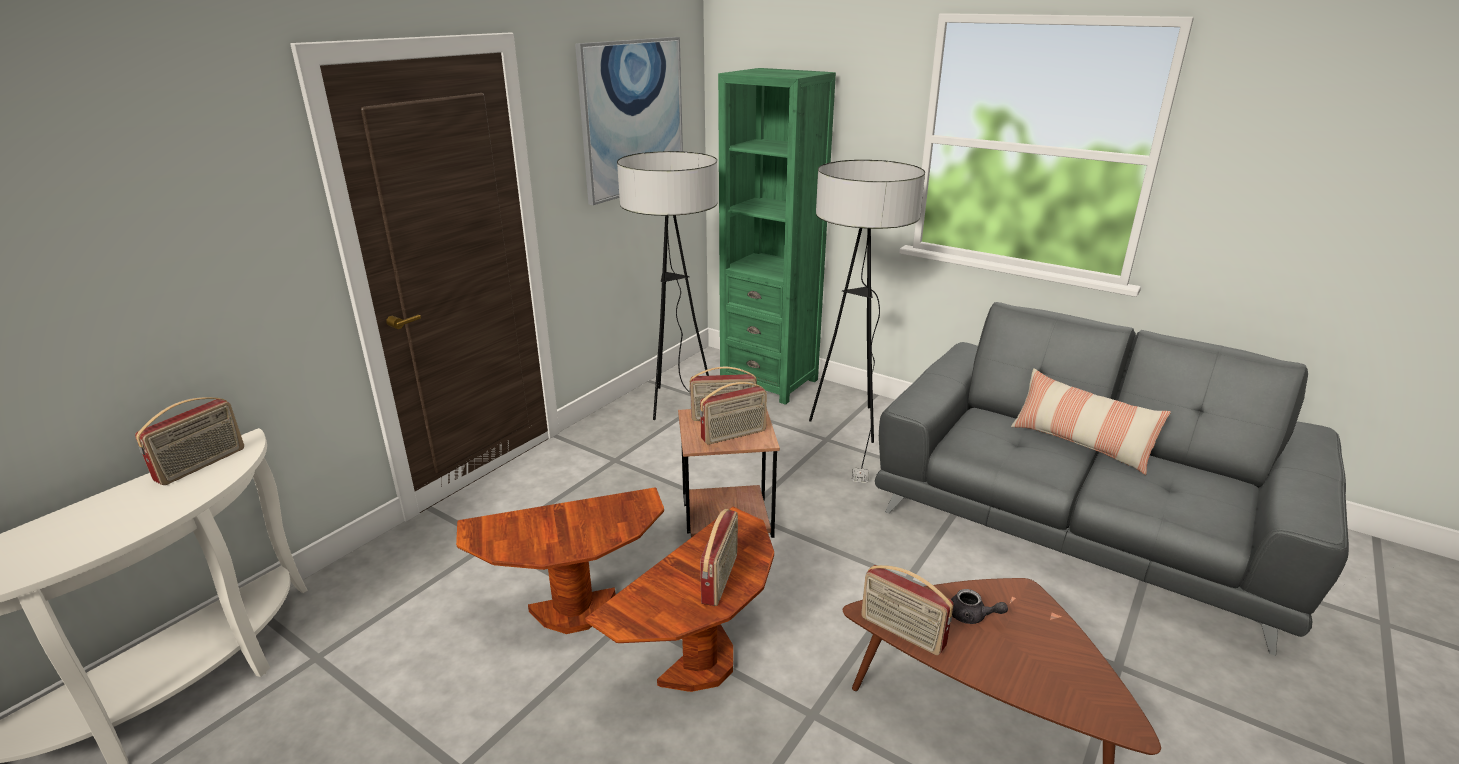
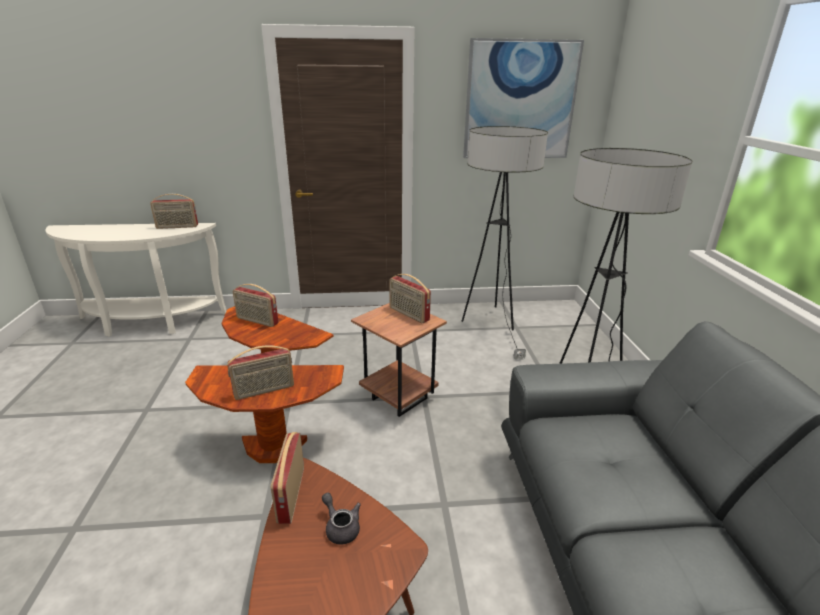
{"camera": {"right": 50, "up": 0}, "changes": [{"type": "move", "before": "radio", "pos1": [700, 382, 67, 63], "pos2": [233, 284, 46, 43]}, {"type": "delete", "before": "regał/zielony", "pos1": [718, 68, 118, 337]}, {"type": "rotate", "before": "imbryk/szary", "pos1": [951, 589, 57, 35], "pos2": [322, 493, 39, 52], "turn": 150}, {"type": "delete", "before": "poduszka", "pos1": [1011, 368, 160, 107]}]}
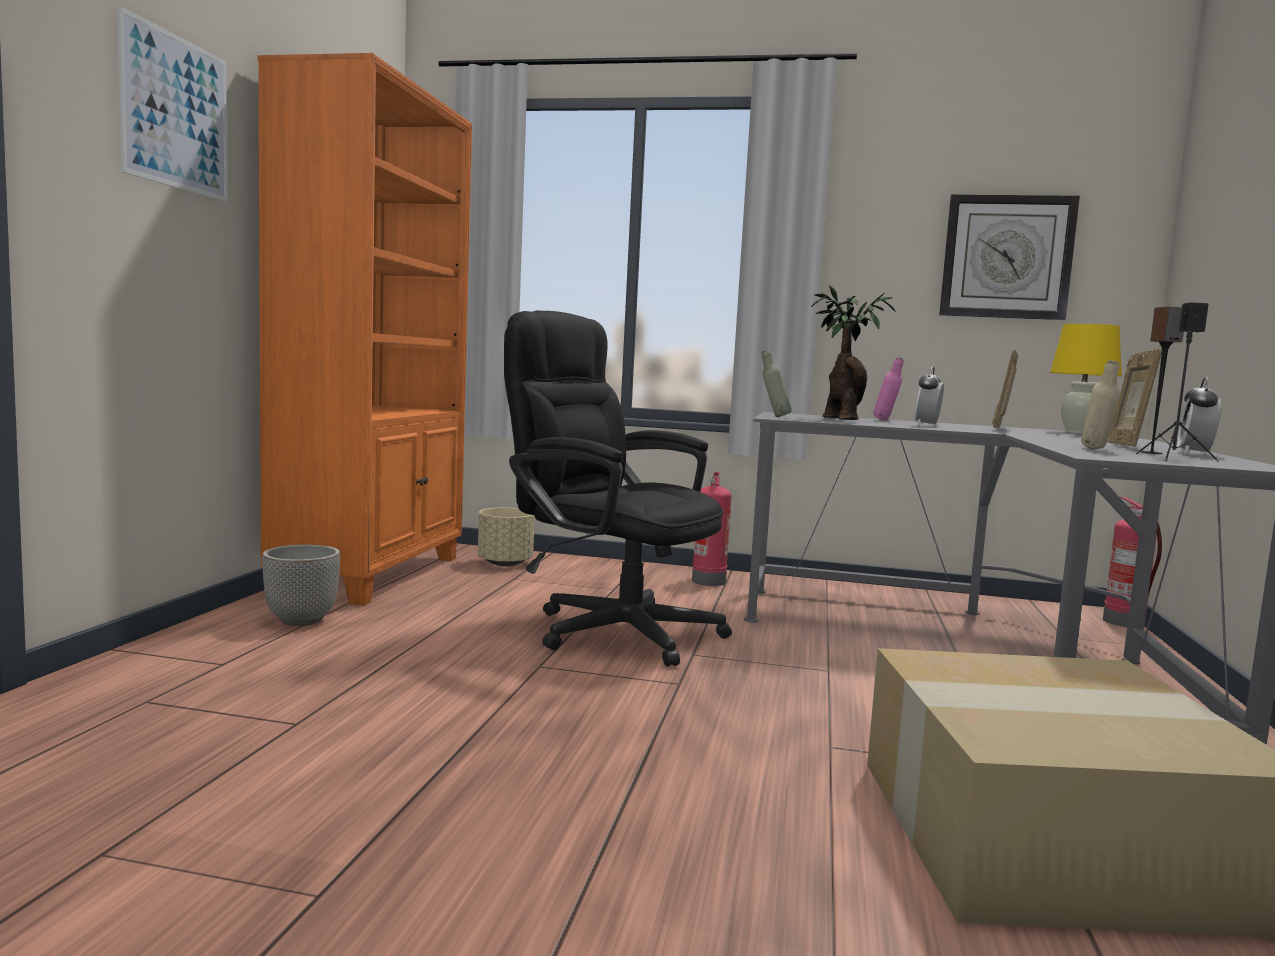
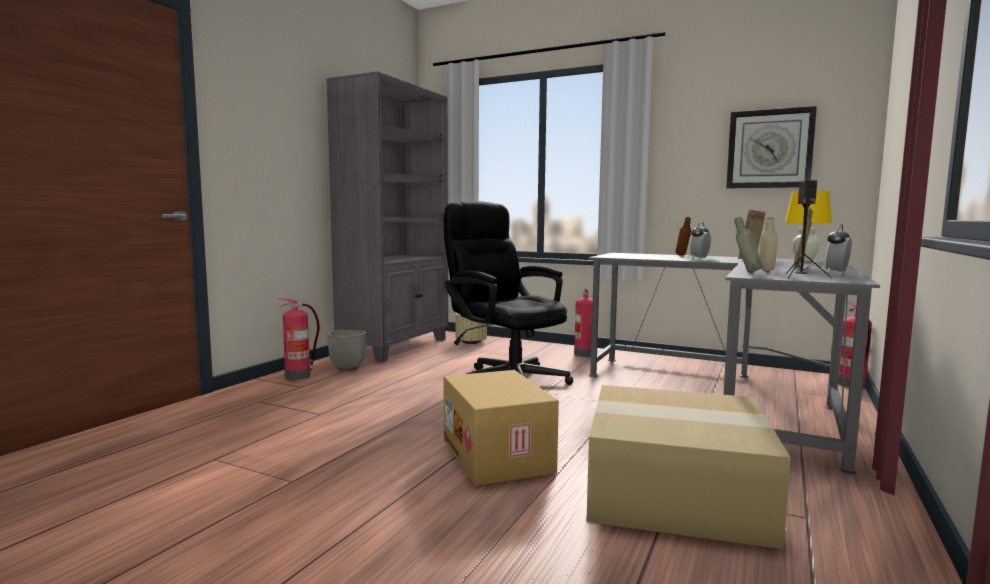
{"camera": {"right": 15, "up": 0}, "changes": [{"type": "delete", "before": "obraz", "pos1": [117, 5, 111, 197]}, {"type": "recolor", "before": "regał/pomarańczowy", "after": "regał/szary", "pos1": [258, 53, 214, 553], "pos2": [326, 71, 122, 291]}, {"type": "move", "before": "butelka/szary", "pos1": [761, 350, 31, 67], "pos2": [734, 217, 28, 56]}, {"type": "delete", "before": "roślina doniczkowa", "pos1": [811, 285, 85, 135]}, {"type": "recolor", "before": "butelka/różowy", "after": "butelka/brązowy", "pos1": [874, 357, 30, 63], "pos2": [676, 217, 15, 39]}, {"type": "insert", "after": "gaśnica", "pos2": [279, 298, 40, 82]}, {"type": "insert", "after": "karton", "pos2": [444, 370, 115, 116]}]}
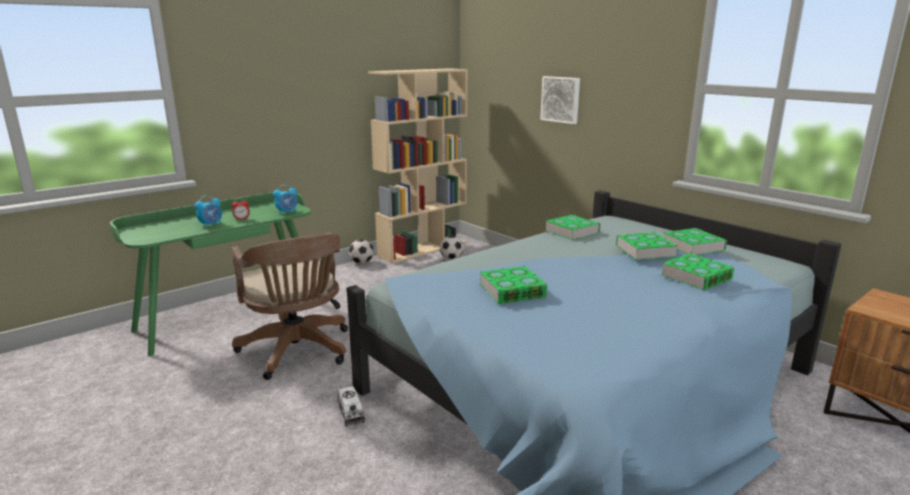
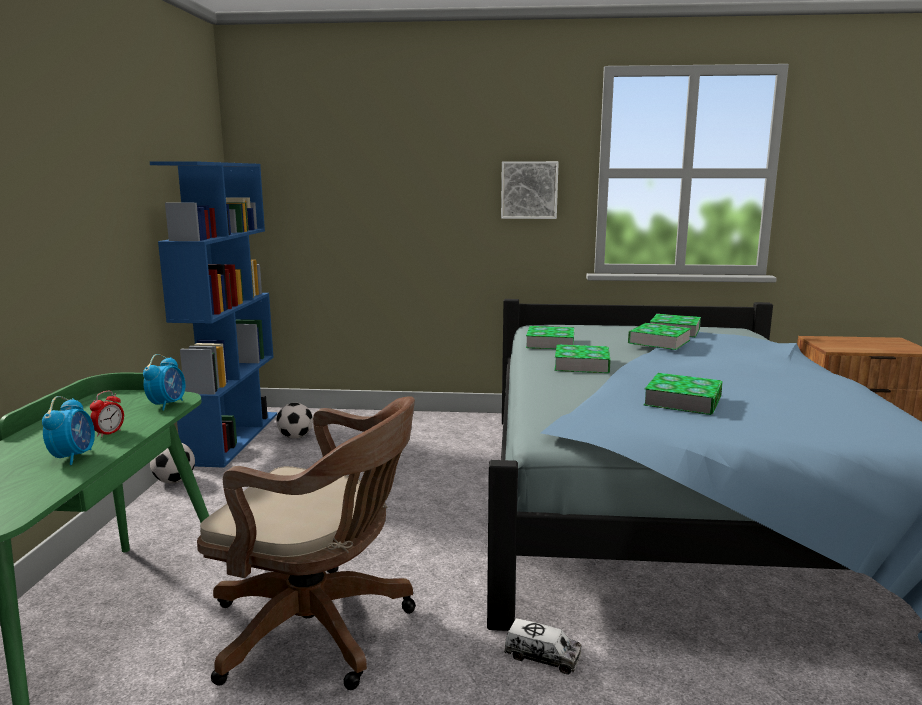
{"camera": {"right": -45, "up": -5}, "changes": [{"type": "recolor", "before": "regał/beżowy", "after": "regał/niebieski", "pos1": [368, 68, 100, 196], "pos2": [150, 161, 127, 307]}, {"type": "move", "before": "obraz", "pos1": [540, 76, 40, 48], "pos2": [501, 161, 58, 58]}, {"type": "move", "before": "książka", "pos1": [661, 253, 74, 37], "pos2": [554, 344, 57, 29]}]}
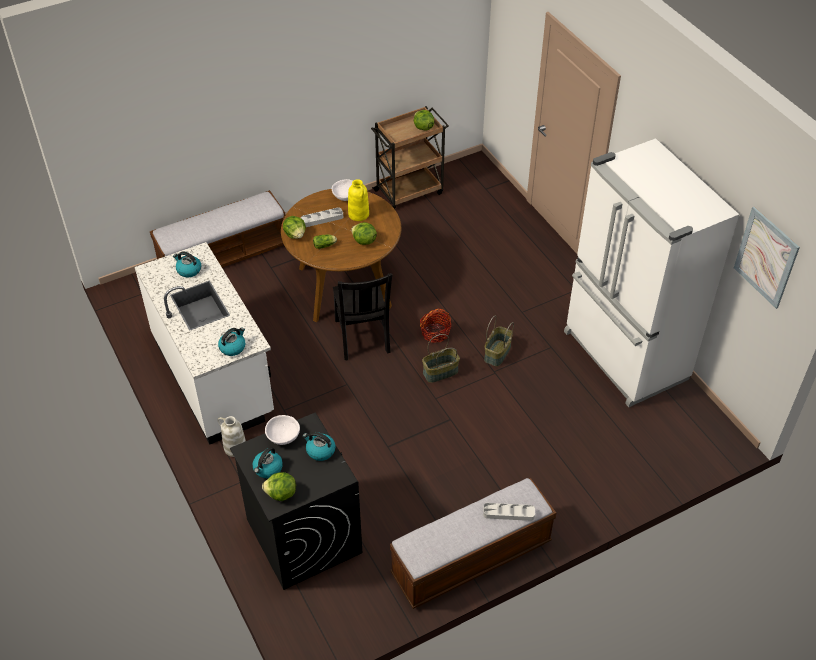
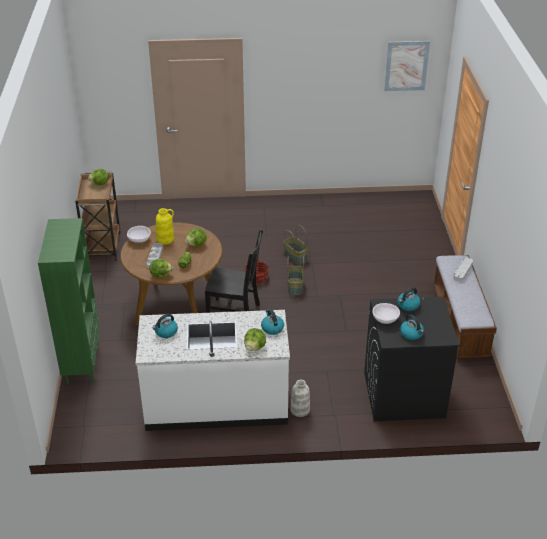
{"camera": {"right": -65, "up": -10}, "changes": [{"type": "replace", "before": "ławka", "after": "regał/zielony", "pos1": [150, 190, 135, 78], "pos2": [38, 218, 62, 166]}, {"type": "move", "before": "sałata", "pos1": [262, 472, 34, 29], "pos2": [244, 328, 22, 23]}, {"type": "delete", "before": "lodówka/biały", "pos1": [564, 138, 175, 269]}]}
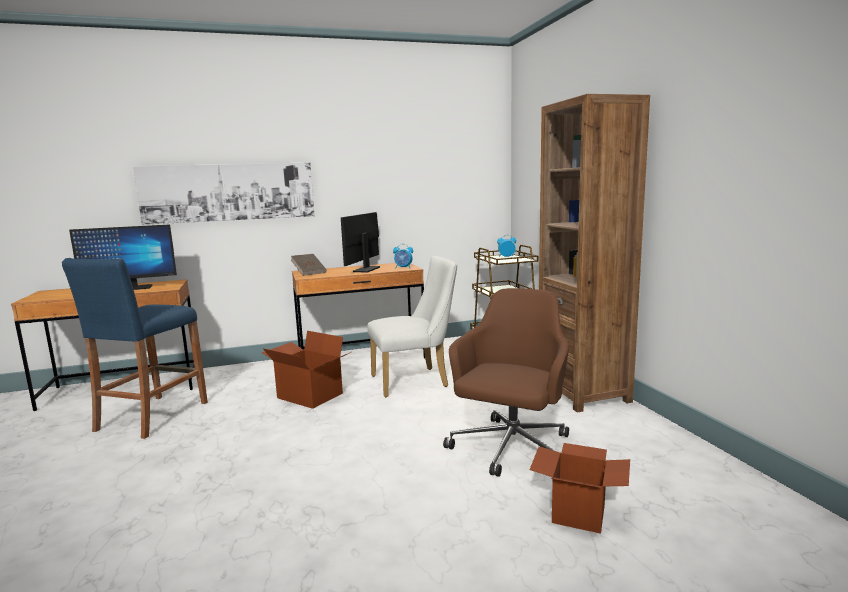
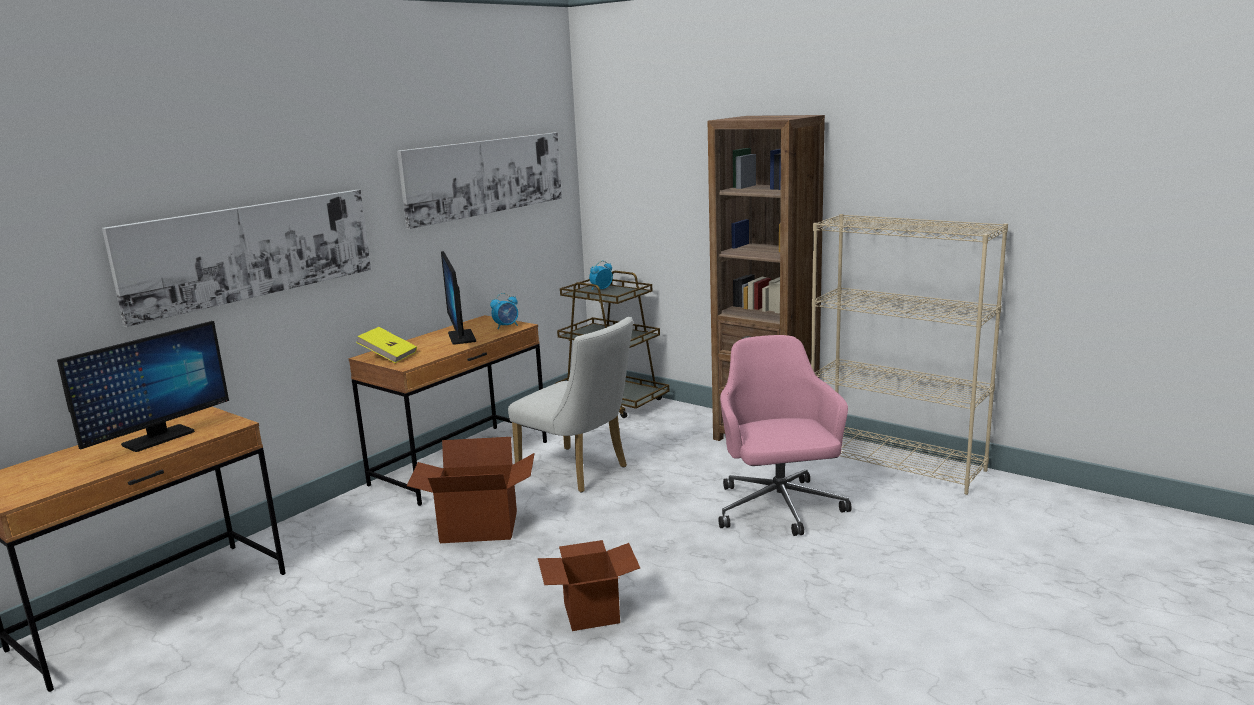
{"camera": {"right": -35, "up": 5}, "changes": [{"type": "delete", "before": "stołek/niebieski", "pos1": [62, 258, 146, 181]}, {"type": "recolor", "before": "książka/brązowy", "after": "książka/żółty", "pos1": [291, 254, 35, 22], "pos2": [356, 327, 61, 36]}, {"type": "rotate", "before": "krzesło/biały", "pos1": [367, 256, 90, 141], "pos2": [508, 317, 125, 176], "turn": 90}, {"type": "recolor", "before": "krzesło biurowe/brązowy", "after": "krzesło biurowe/różowy", "pos1": [443, 288, 126, 189], "pos2": [719, 335, 133, 201]}, {"type": "move", "before": "karton", "pos1": [530, 443, 100, 91], "pos2": [538, 540, 102, 91]}, {"type": "insert", "after": "obraz", "pos2": [397, 133, 165, 96]}, {"type": "insert", "after": "regał/beżowy", "pos2": [811, 214, 197, 281]}]}
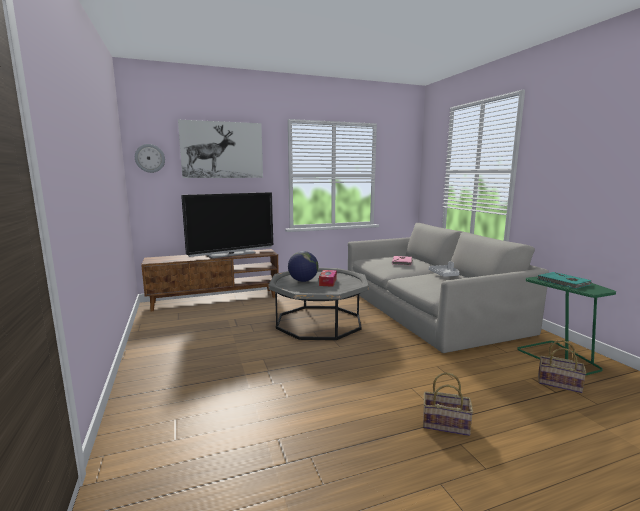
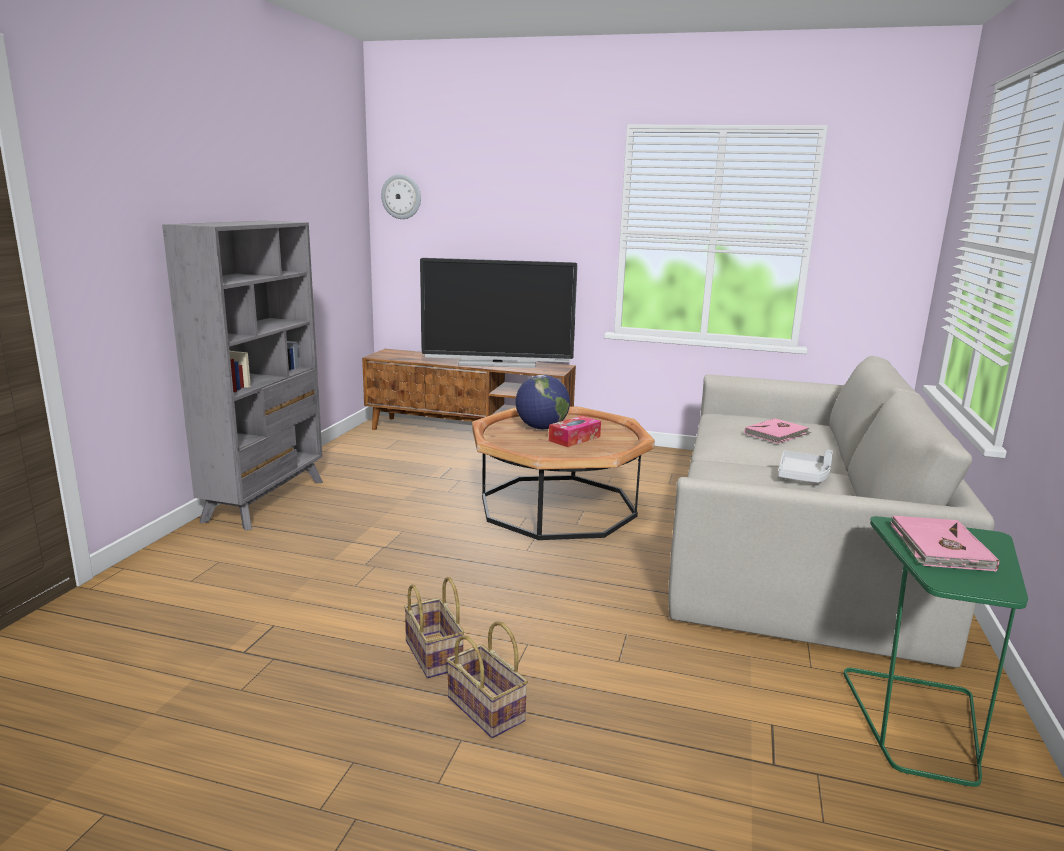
{"camera": {"right": 35, "up": 5}, "changes": [{"type": "delete", "before": "obraz", "pos1": [178, 120, 85, 58]}, {"type": "recolor", "before": "ława/szary", "after": "ława/brązowy", "pos1": [268, 268, 101, 72], "pos2": [472, 406, 183, 134]}, {"type": "recolor", "before": "książka/turkusowy", "after": "książka/różowy", "pos1": [538, 272, 53, 17], "pos2": [891, 516, 108, 56]}, {"type": "move", "before": "koszyk", "pos1": [538, 340, 48, 53], "pos2": [404, 577, 61, 101]}, {"type": "insert", "after": "regał/szary", "pos2": [162, 221, 161, 310]}]}
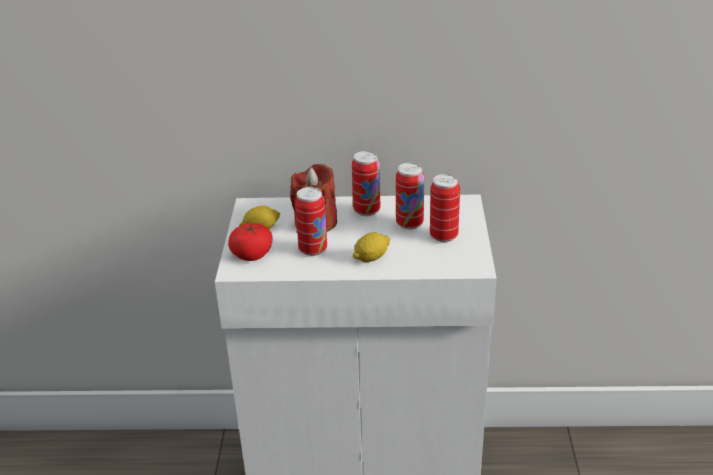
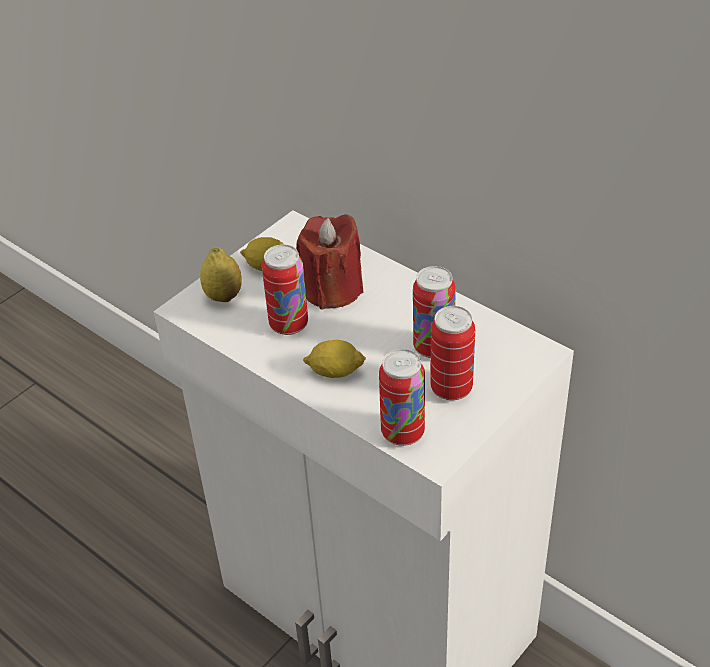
{"camera": {"right": 40, "up": 10}, "changes": [{"type": "replace", "before": "pomidor", "after": "cytryna", "pos1": [228, 223, 45, 38], "pos2": [200, 247, 42, 55]}, {"type": "move", "before": "puszka", "pos1": [352, 151, 28, 65], "pos2": [379, 349, 46, 97]}]}
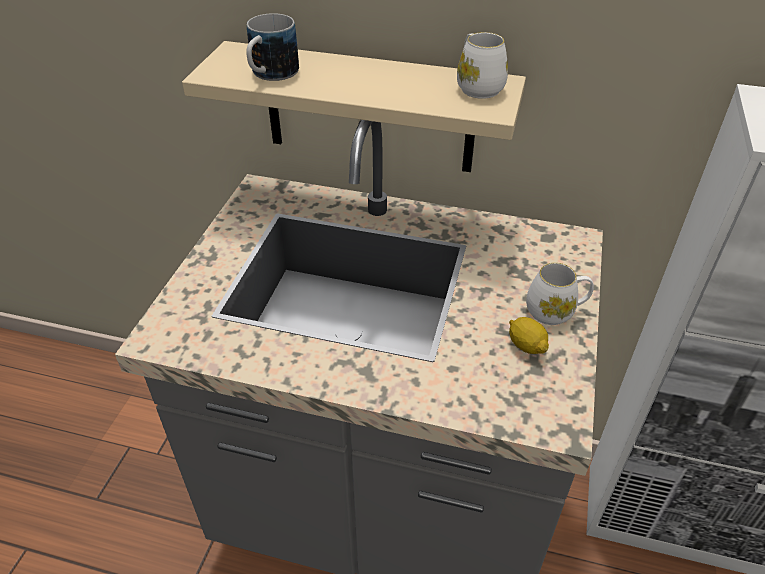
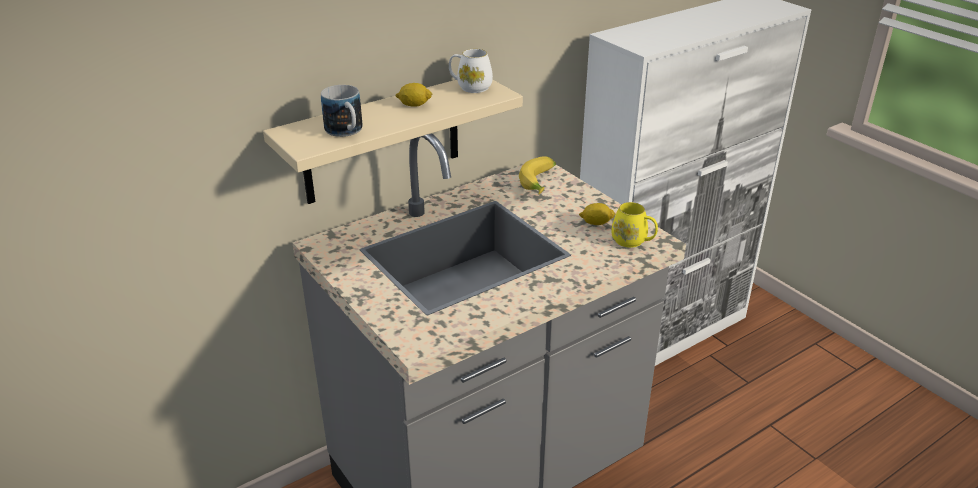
{"camera": {"right": -50, "up": -10}, "changes": [{"type": "delete", "before": "kubek/biały", "pos1": [526, 263, 68, 62]}, {"type": "insert", "after": "cytryna", "pos2": [395, 83, 37, 23]}, {"type": "insert", "after": "banan", "pos2": [519, 156, 37, 38]}, {"type": "insert", "after": "kubek/żółty", "pos2": [612, 202, 46, 46]}]}
